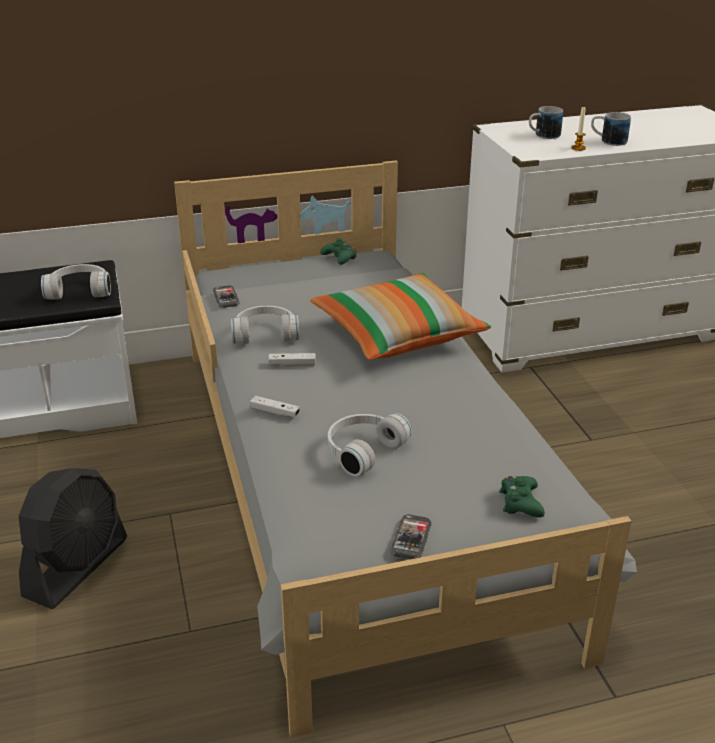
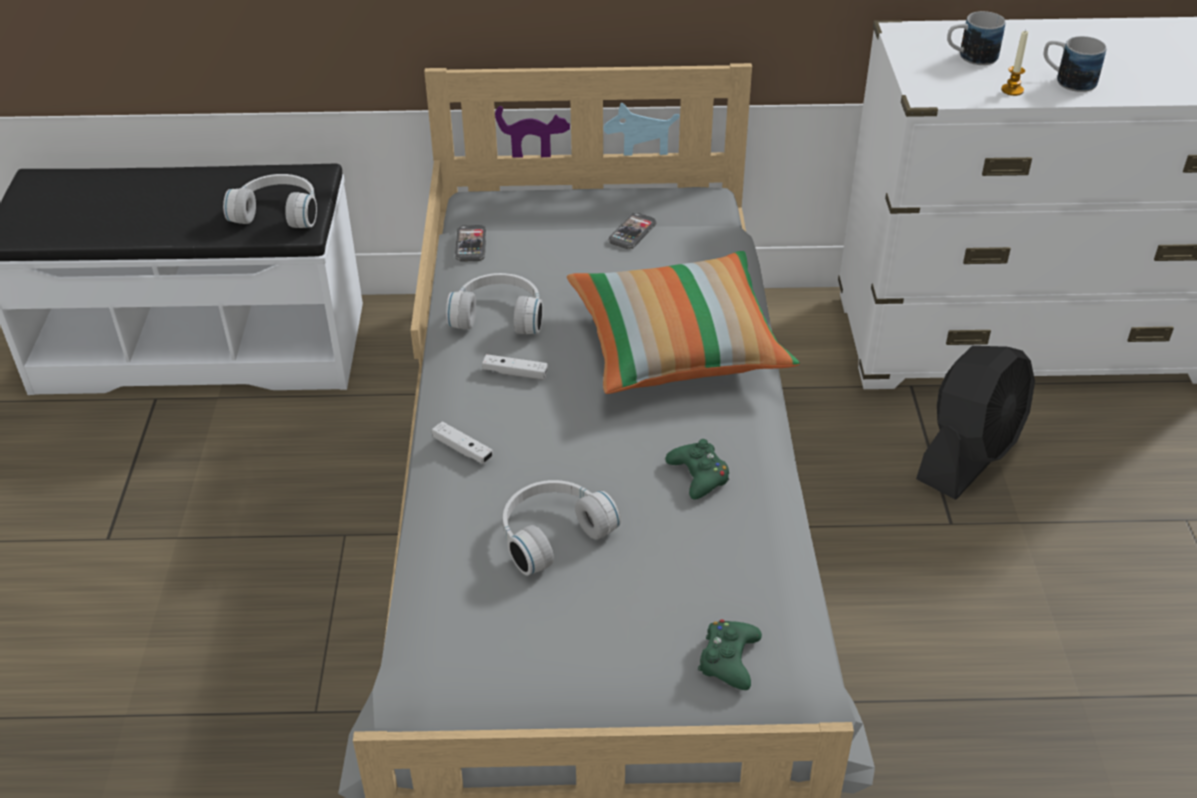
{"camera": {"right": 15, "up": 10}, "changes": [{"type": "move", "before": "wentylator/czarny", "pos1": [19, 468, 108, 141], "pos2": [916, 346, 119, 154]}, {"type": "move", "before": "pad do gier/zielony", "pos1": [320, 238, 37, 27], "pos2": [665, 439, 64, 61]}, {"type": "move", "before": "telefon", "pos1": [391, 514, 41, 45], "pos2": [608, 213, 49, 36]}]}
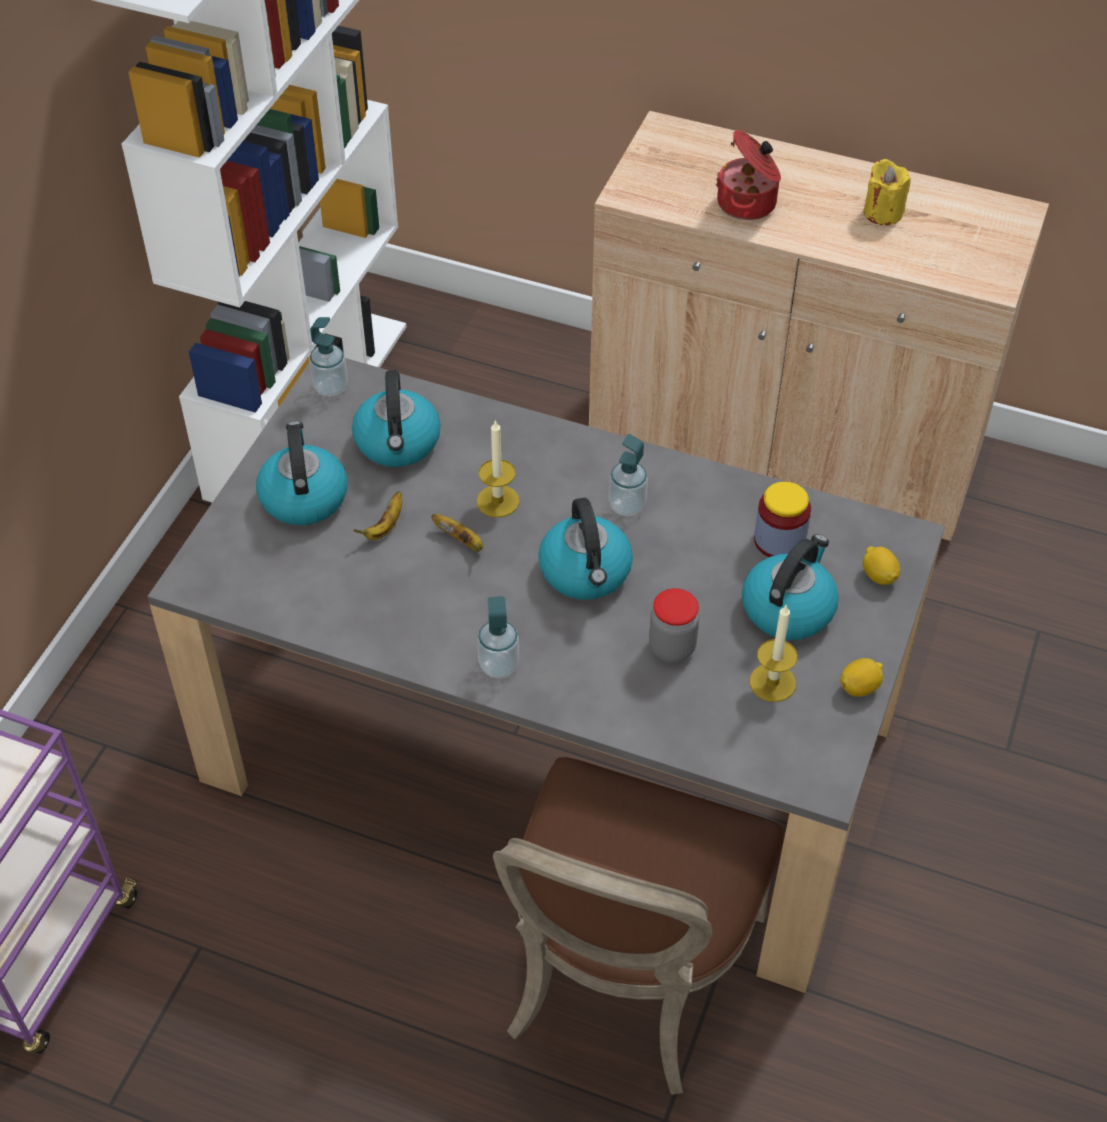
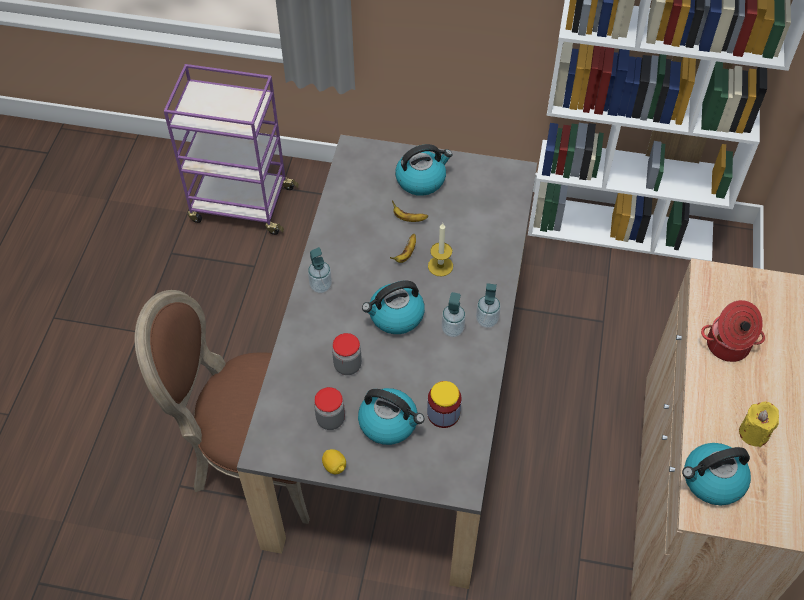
{"camera": {"right": 80, "up": 5}, "changes": [{"type": "move", "before": "dozownik mydła", "pos1": [309, 317, 39, 80], "pos2": [476, 283, 25, 45]}, {"type": "move", "before": "czajnik", "pos1": [352, 370, 89, 97], "pos2": [682, 443, 69, 62]}, {"type": "replace", "before": "świeca", "after": "słoik", "pos1": [749, 604, 49, 98], "pos2": [314, 387, 31, 43]}, {"type": "delete", "before": "cytryna", "pos1": [863, 546, 37, 39]}]}
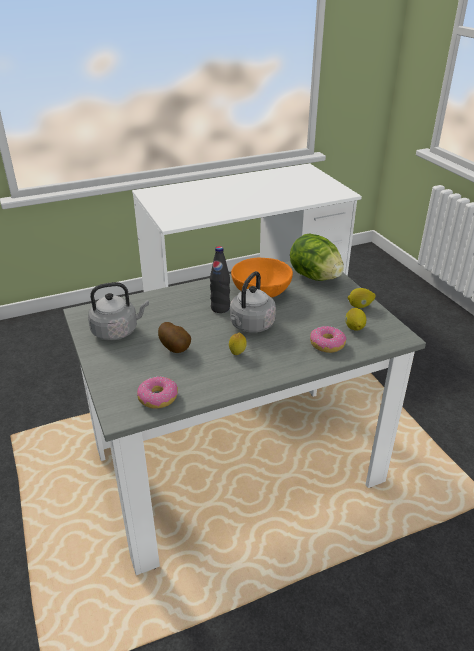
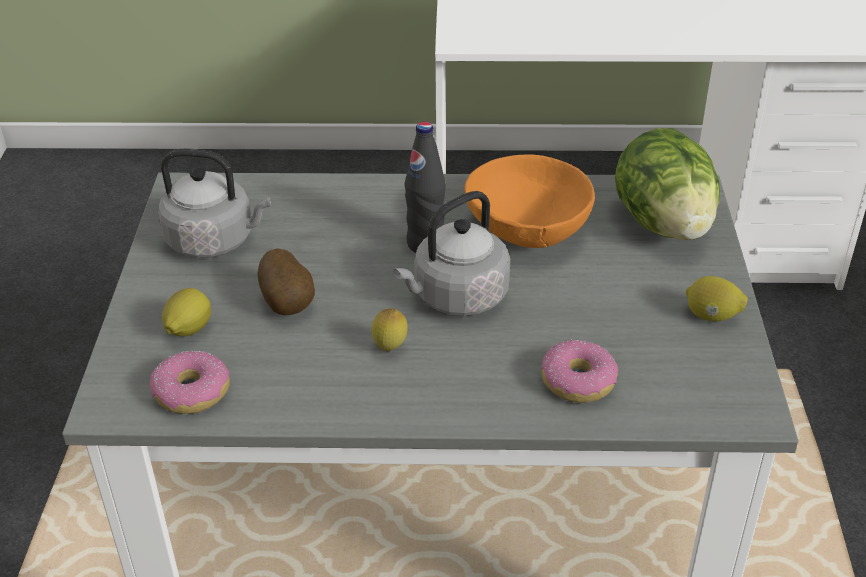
{"camera": {"right": 25, "up": 5}, "changes": [{"type": "move", "before": "cytryna", "pos1": [345, 308, 21, 23], "pos2": [162, 288, 49, 49]}]}
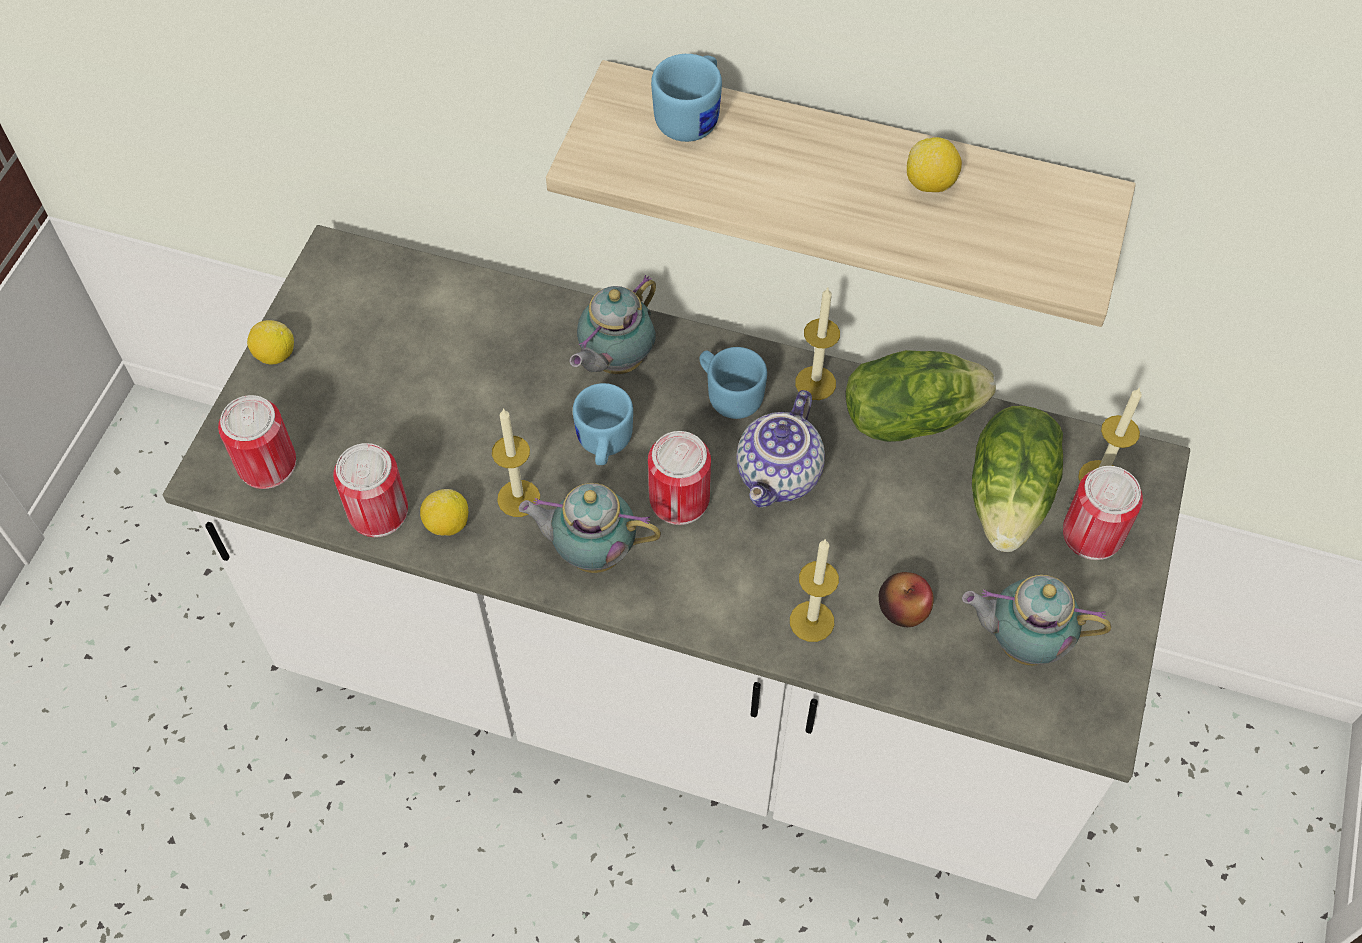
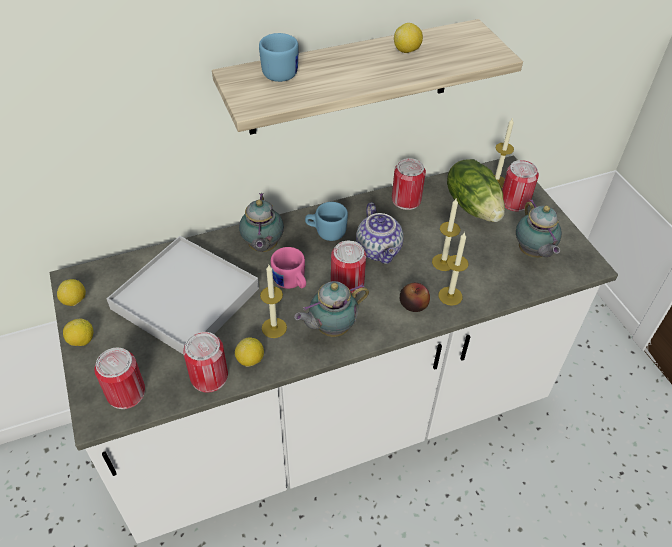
{"camera": {"right": -40, "up": -10}, "changes": [{"type": "recolor", "before": "kubek/niebieski", "after": "kubek/różowy", "pos1": [573, 383, 60, 82], "pos2": [271, 247, 35, 42]}, {"type": "move", "before": "świeca", "pos1": [795, 288, 45, 112], "pos2": [432, 199, 28, 72]}, {"type": "replace", "before": "sałata", "after": "puszka", "pos1": [846, 350, 150, 92], "pos2": [392, 158, 34, 52]}, {"type": "move", "before": "jabłko", "pos1": [879, 572, 55, 55], "pos2": [400, 283, 30, 29]}, {"type": "rotate", "before": "imbryk", "pos1": [962, 575, 149, 91], "pos2": [516, 199, 46, 59], "turn": -75}, {"type": "insert", "after": "cytryna", "pos2": [57, 279, 29, 27]}, {"type": "insert", "after": "taca/biały", "pos2": [107, 236, 152, 119]}]}
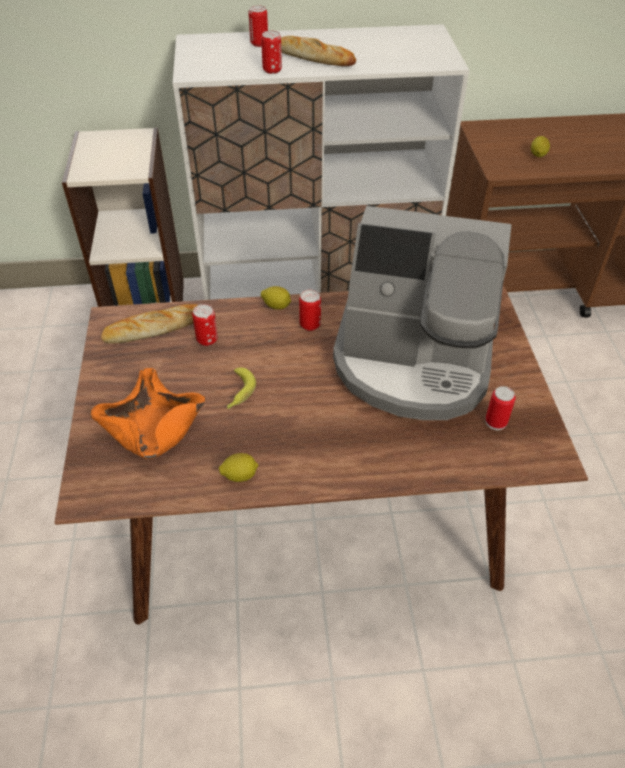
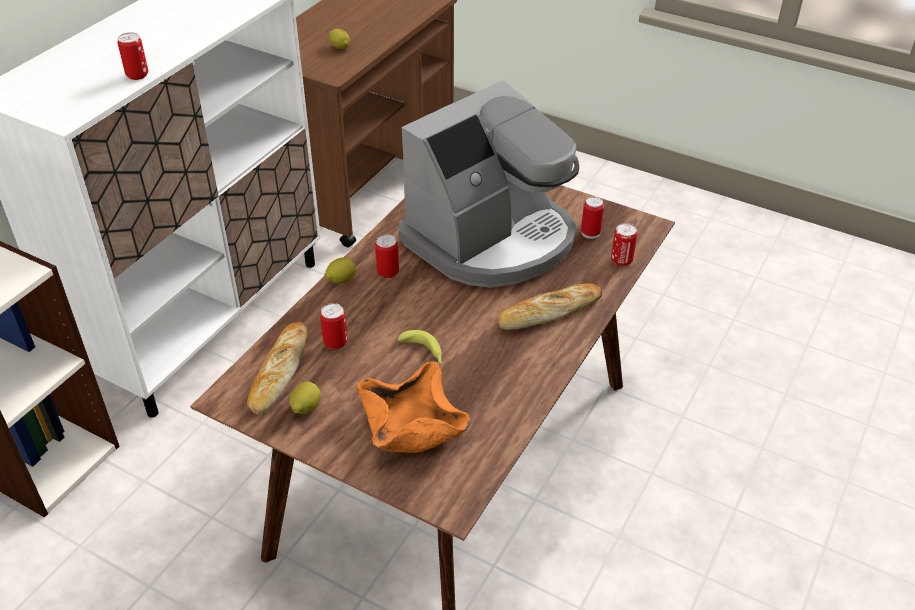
{"camera": {"right": -55, "up": -5}, "changes": [{"type": "move", "before": "cytryna", "pos1": [219, 453, 40, 29], "pos2": [290, 382, 31, 32]}, {"type": "move", "before": "puszka", "pos1": [248, 6, 20, 41], "pos2": [611, 223, 26, 43]}, {"type": "move", "before": "chleb", "pos1": [281, 36, 75, 30], "pos2": [498, 283, 104, 47]}]}
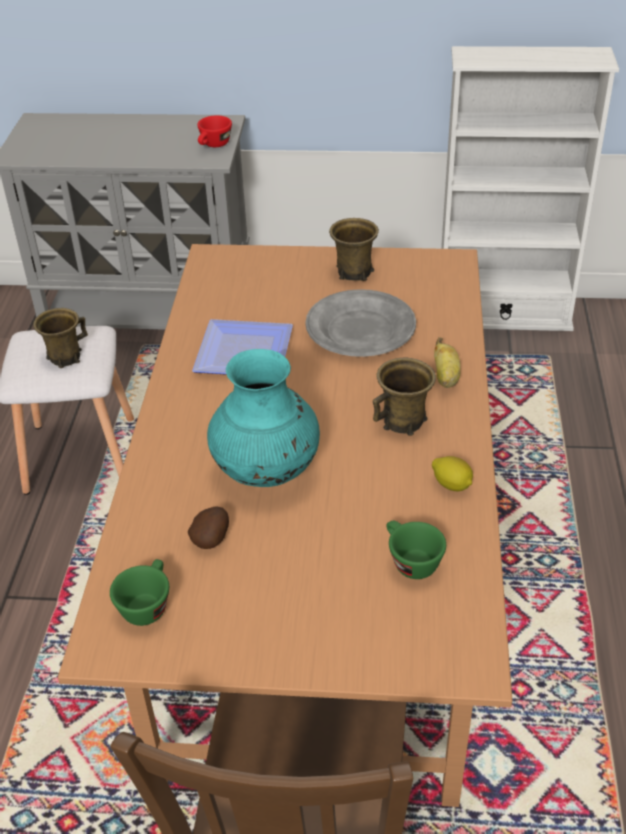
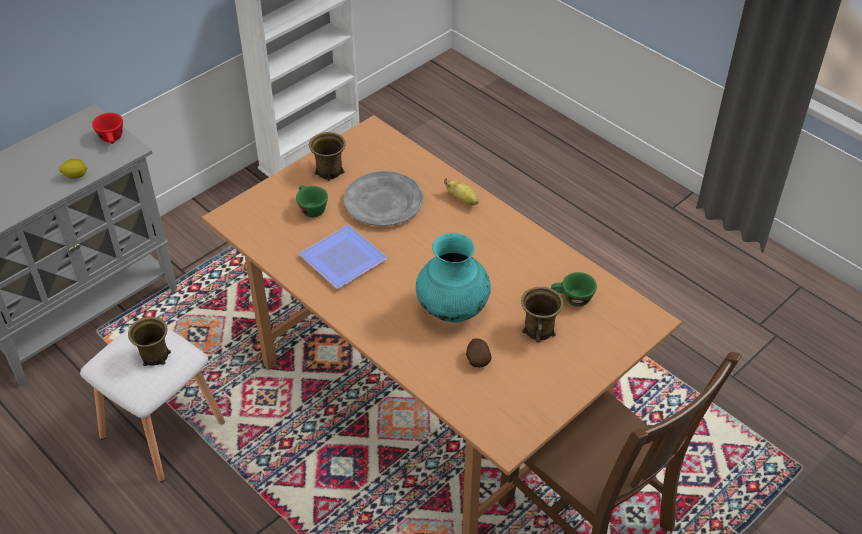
{"camera": {"right": -50, "up": 5}, "changes": [{"type": "move", "before": "filiżanka/zielony", "pos1": [110, 559, 59, 67], "pos2": [296, 185, 32, 32]}, {"type": "move", "before": "kubek/brązowy", "pos1": [373, 358, 63, 78], "pos2": [521, 287, 43, 56]}, {"type": "move", "before": "cytryna", "pos1": [432, 456, 41, 35], "pos2": [59, 159, 28, 20]}]}
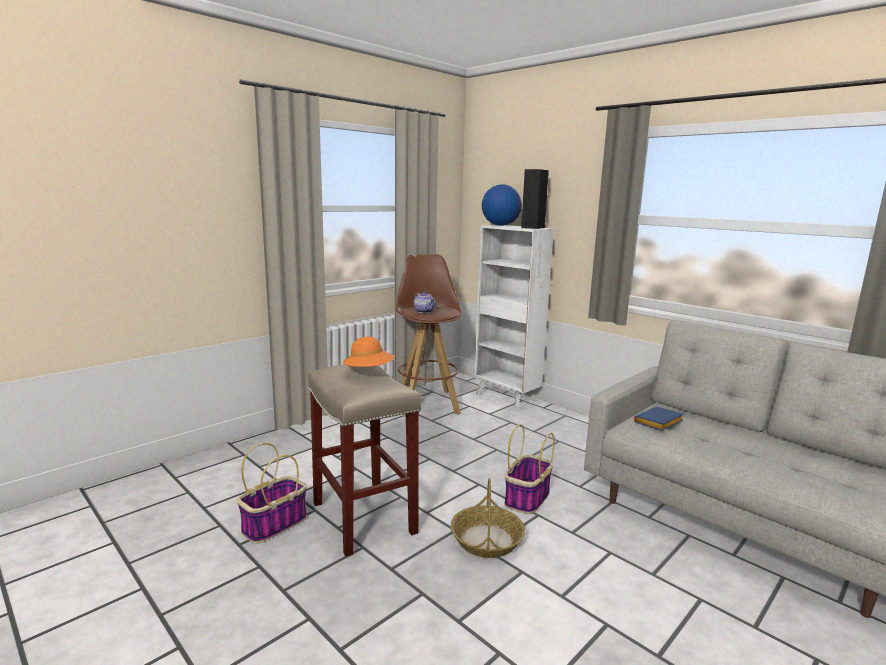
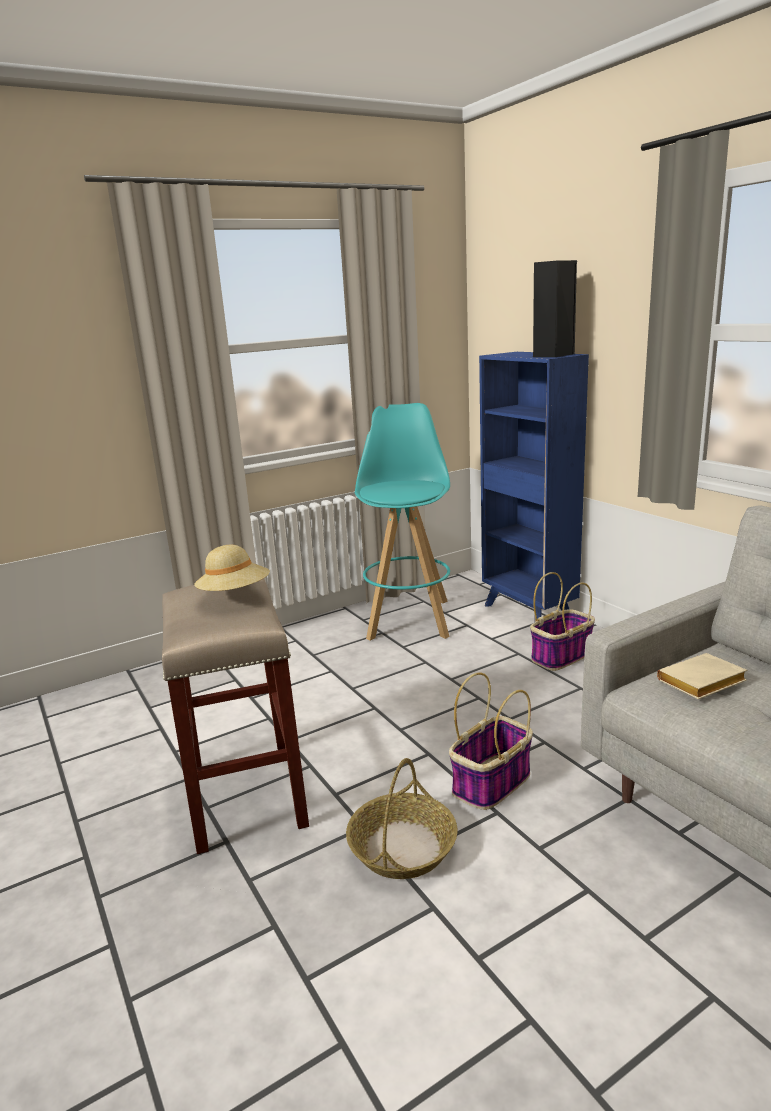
{"camera": {"right": 15, "up": 5}, "changes": [{"type": "move", "before": "koszyk", "pos1": [237, 443, 70, 100], "pos2": [530, 572, 65, 99]}, {"type": "recolor", "before": "kapelusz/pomarańczowy", "after": "kapelusz/beżowy", "pos1": [343, 337, 52, 30], "pos2": [194, 545, 76, 46]}, {"type": "recolor", "before": "stołek/brązowy", "after": "stołek/turkusowy", "pos1": [396, 254, 67, 163], "pos2": [355, 403, 95, 238]}, {"type": "delete", "before": "imbryk", "pos1": [414, 291, 21, 22]}, {"type": "recolor", "before": "regał/biały", "after": "regał/niebieski", "pos1": [474, 225, 80, 184], "pos2": [479, 352, 110, 270]}, {"type": "delete", "before": "globus", "pos1": [482, 184, 40, 42]}, {"type": "recolor", "before": "książka/niebieski", "after": "książka/beżowy", "pos1": [634, 406, 49, 25], "pos2": [657, 653, 90, 46]}]}
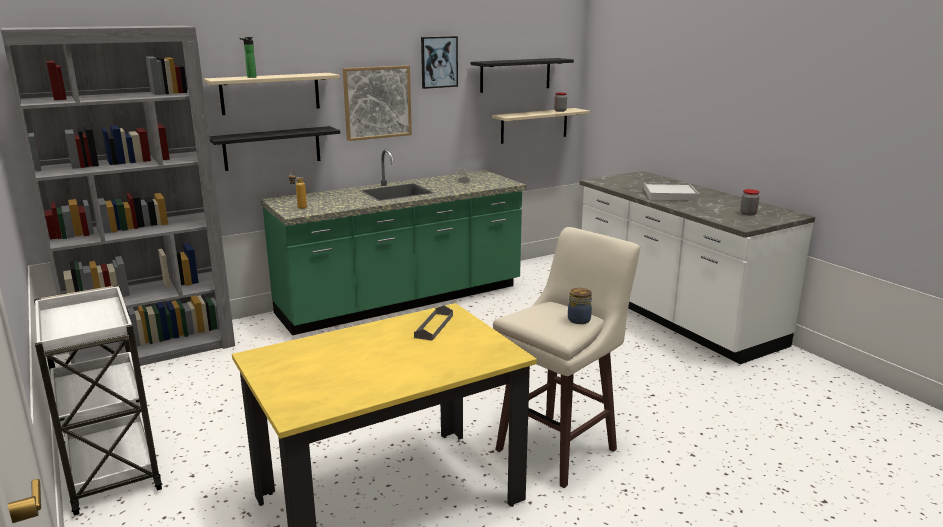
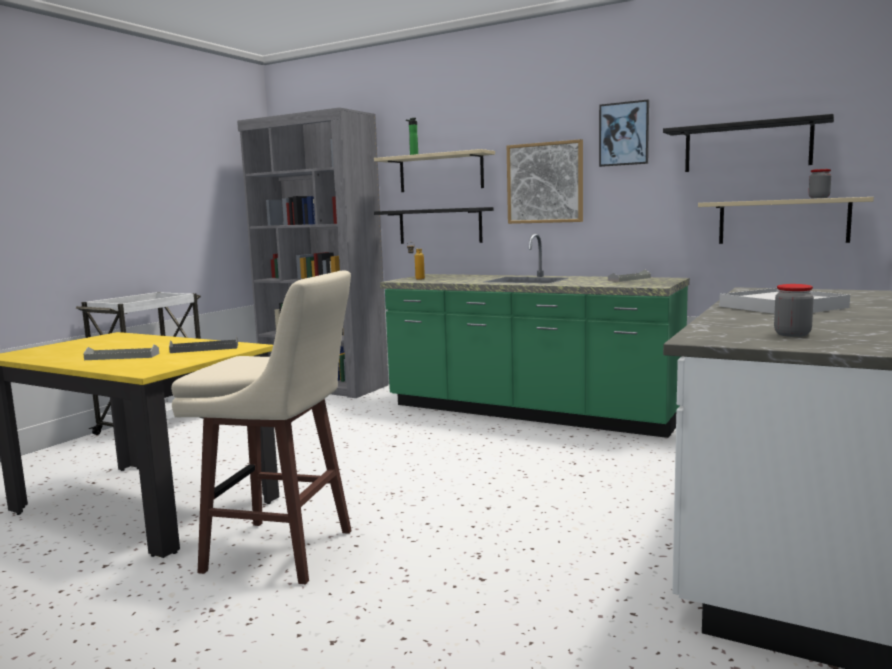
{"camera": {"right": 60, "up": -10}, "changes": [{"type": "delete", "before": "słoik", "pos1": [568, 288, 24, 36]}, {"type": "insert", "after": "taca/szary", "pos2": [83, 344, 76, 16]}]}
